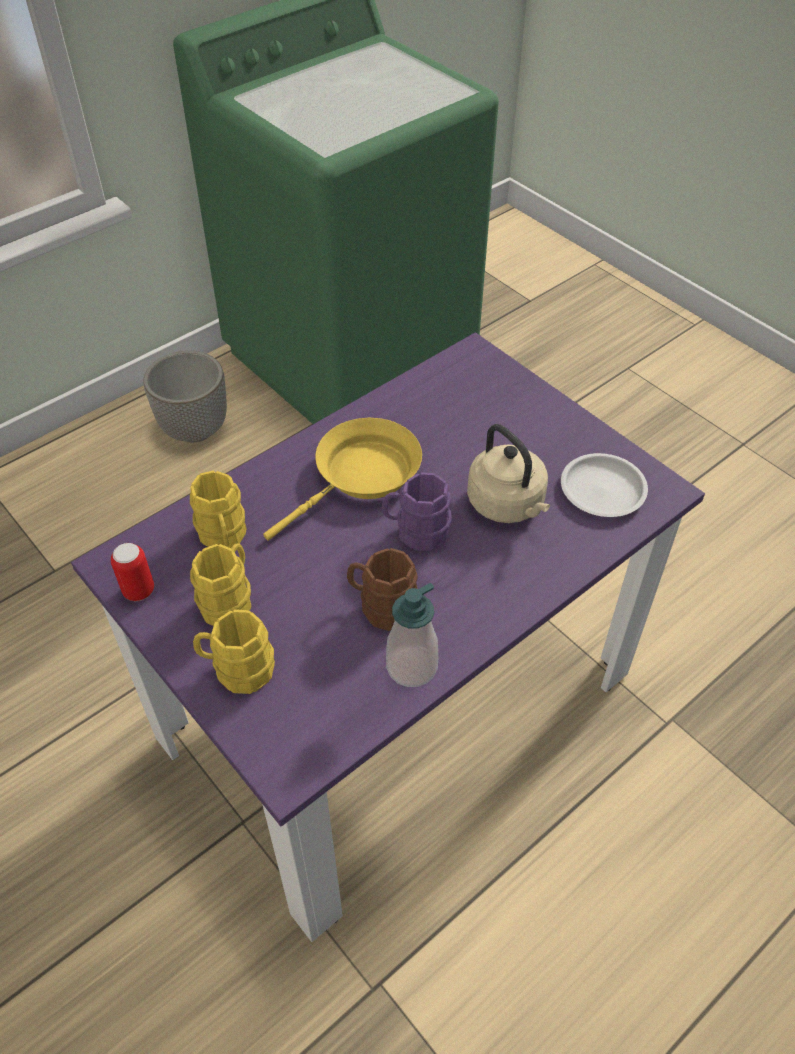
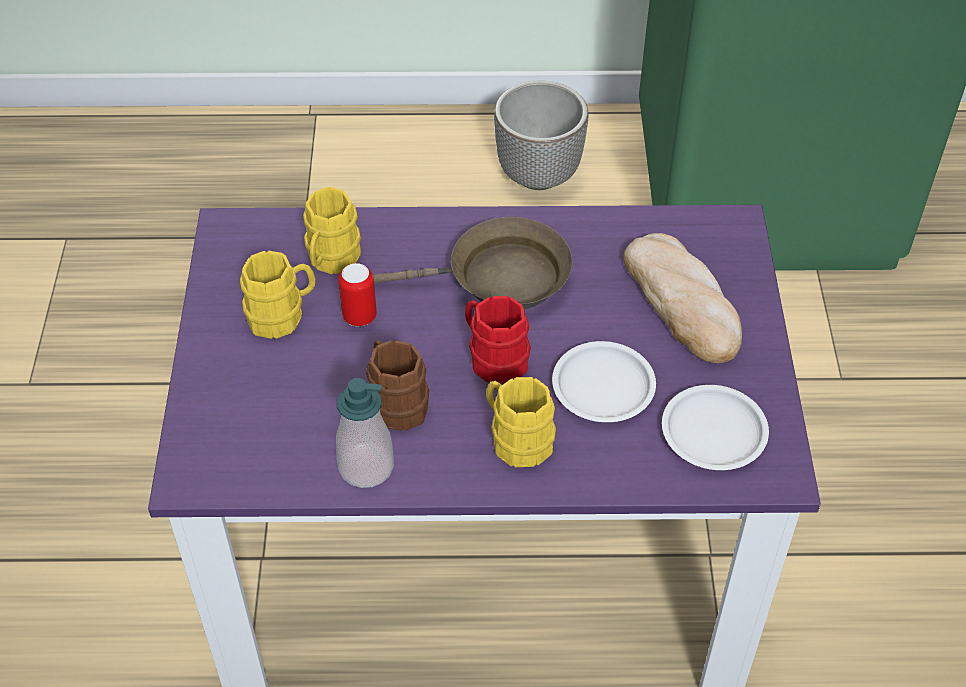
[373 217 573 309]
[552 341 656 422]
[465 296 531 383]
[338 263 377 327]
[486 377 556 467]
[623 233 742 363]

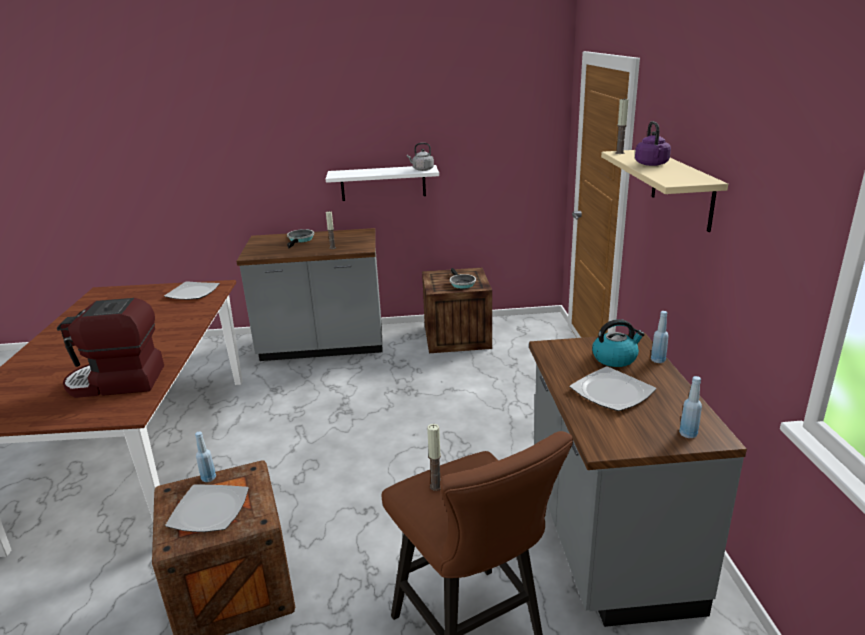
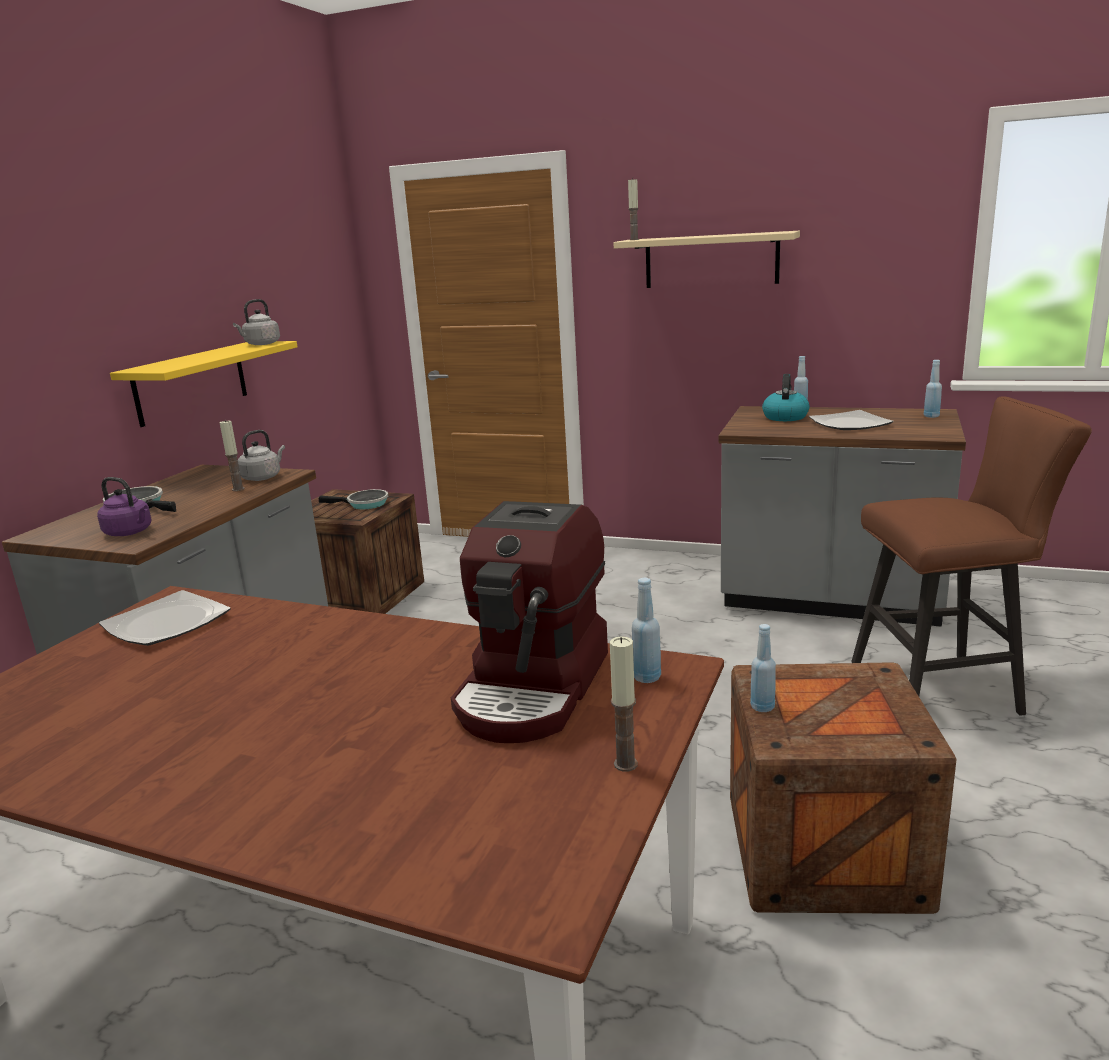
[97 477 151 536]
[110 341 297 427]
[610 636 638 772]
[165 484 249 532] (first image)
[238 430 285 481]
[632 578 661 683]

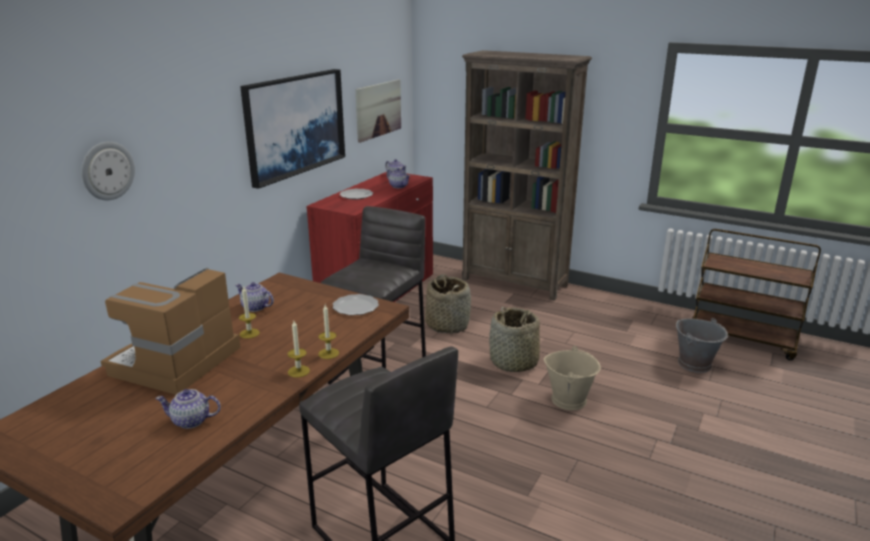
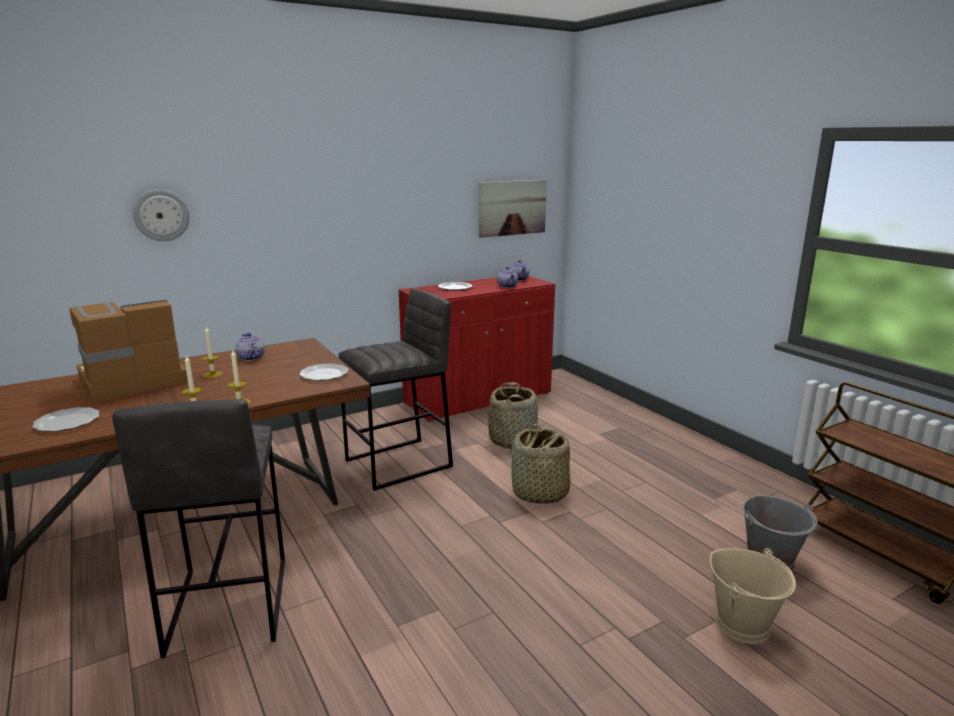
[462 50 592 300] (first image)
[240 69 345 189] (first image)
[710 548 796 644]
[32 407 100 432]

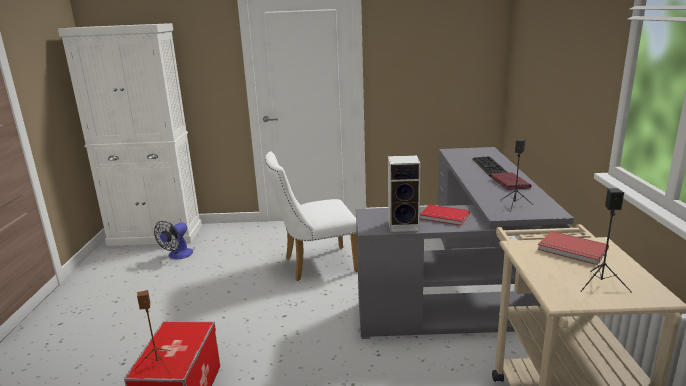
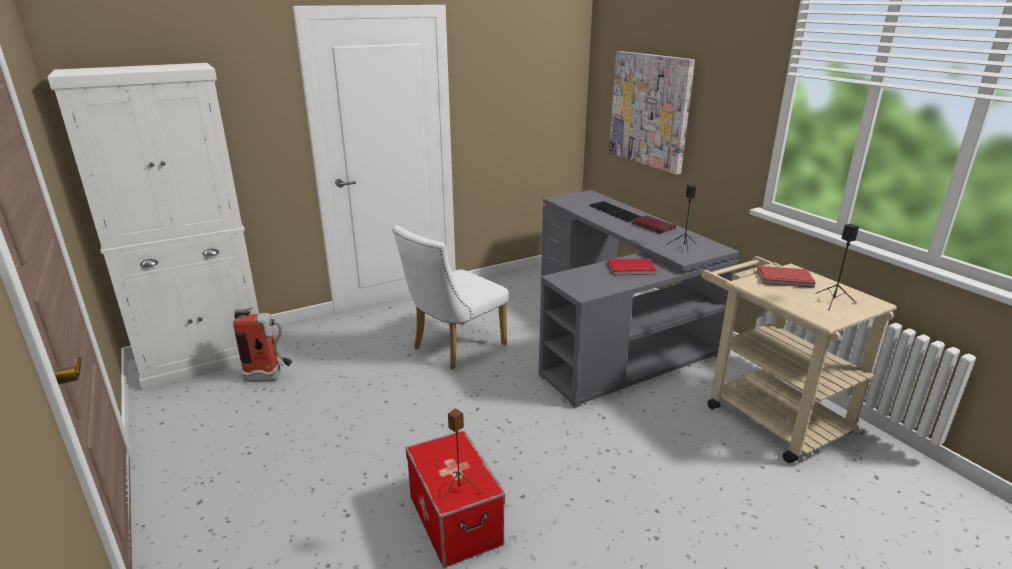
[388 155 420 232] (first image)
[233 307 293 382]
[609 51 695 175]

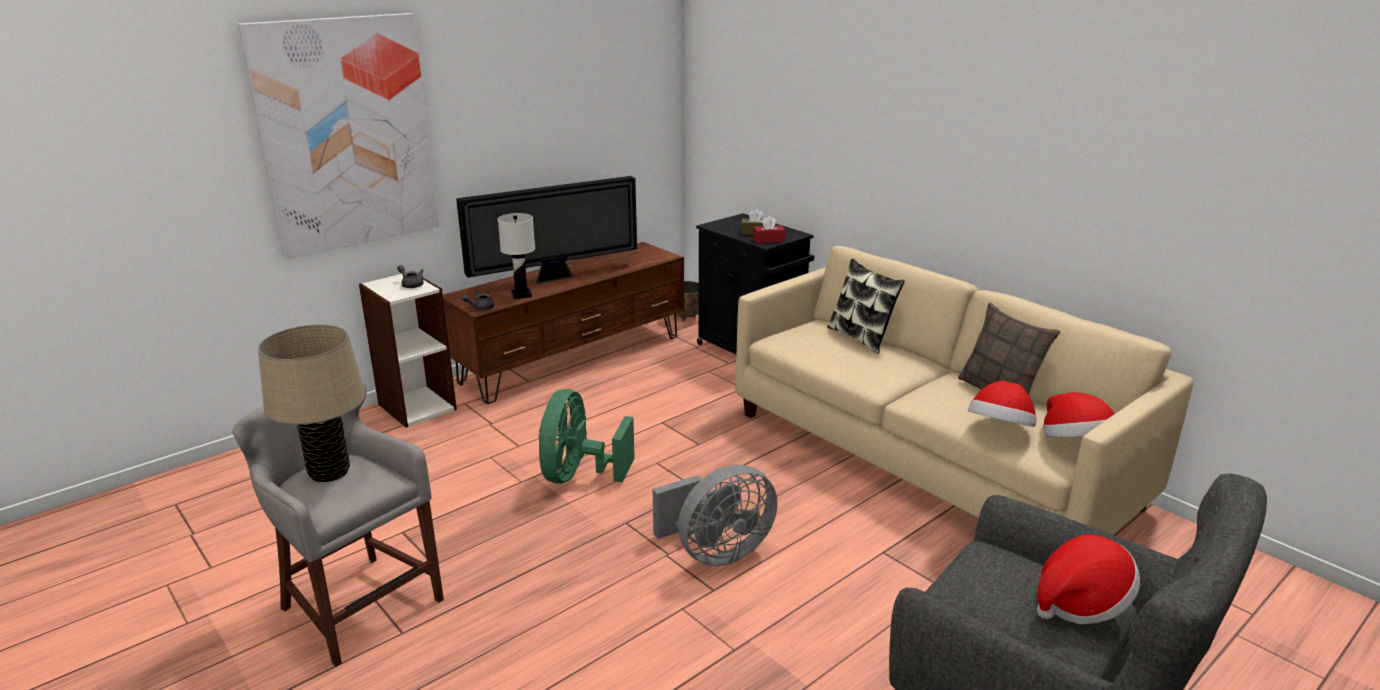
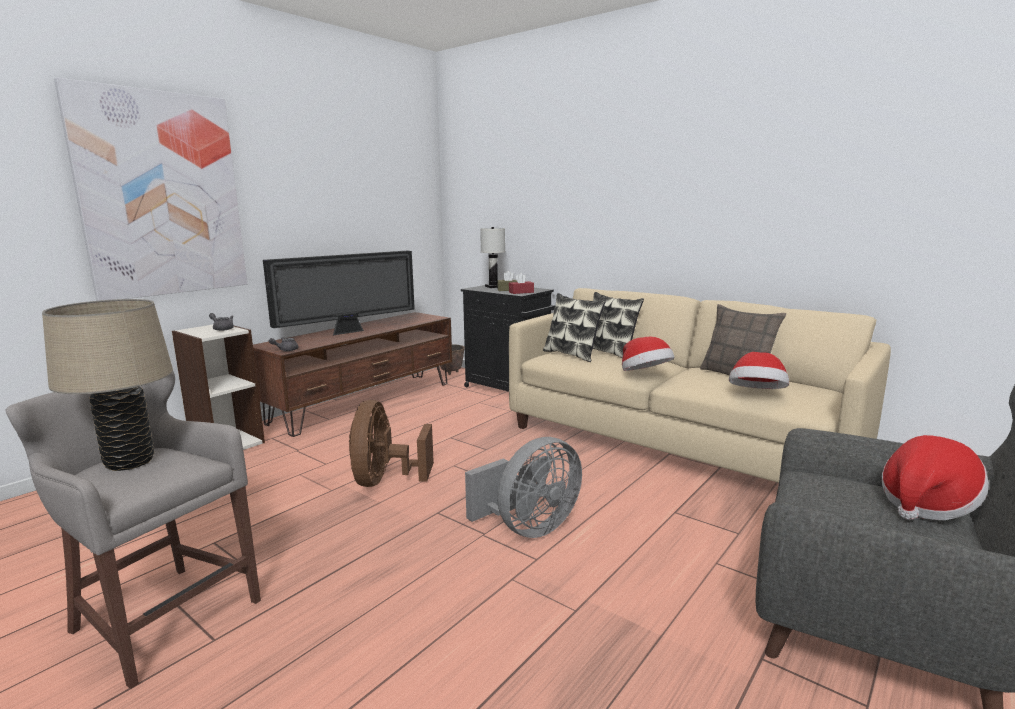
[480 227 505 288]
[349 400 434 487]
[622 337 674 371]
[543 293 606 362]

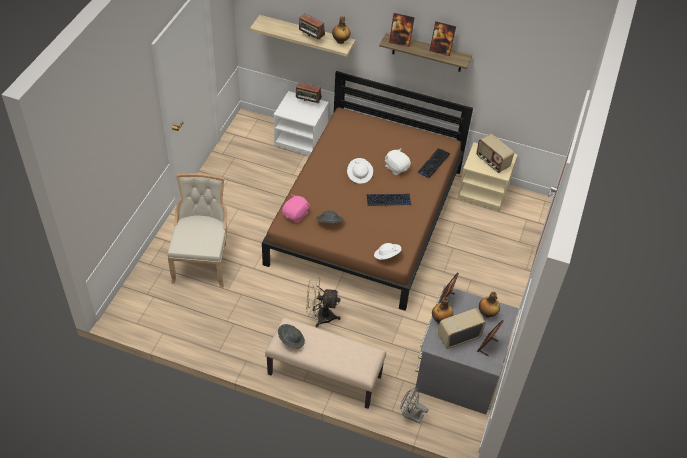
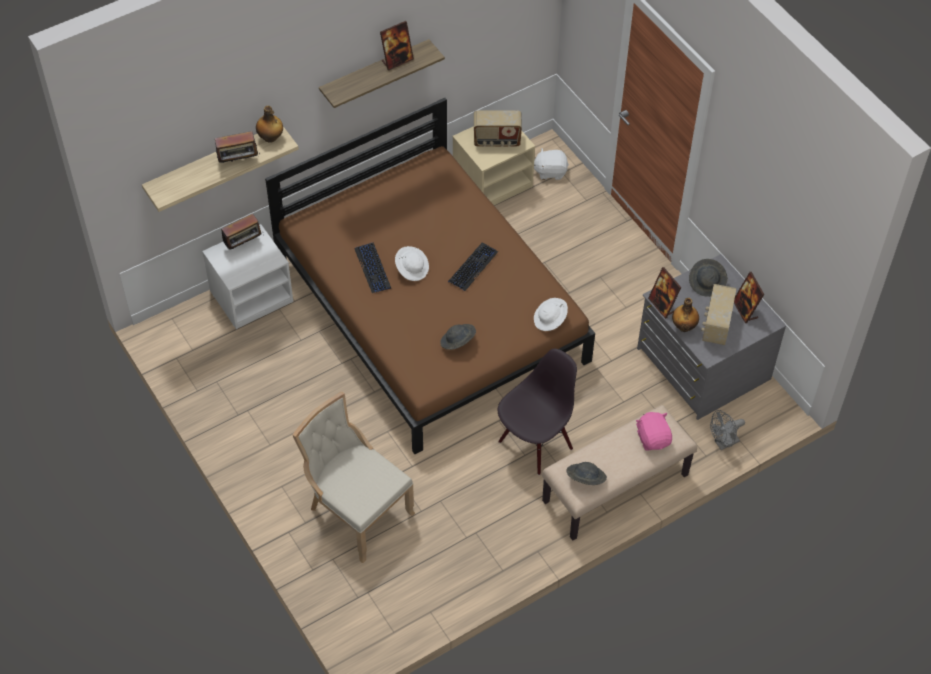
[389 13 415 47] (first image)
[354 243 391 293]
[534 148 569 180]
[636 412 672 451]
[498 349 577 475]
[689 259 728 297]

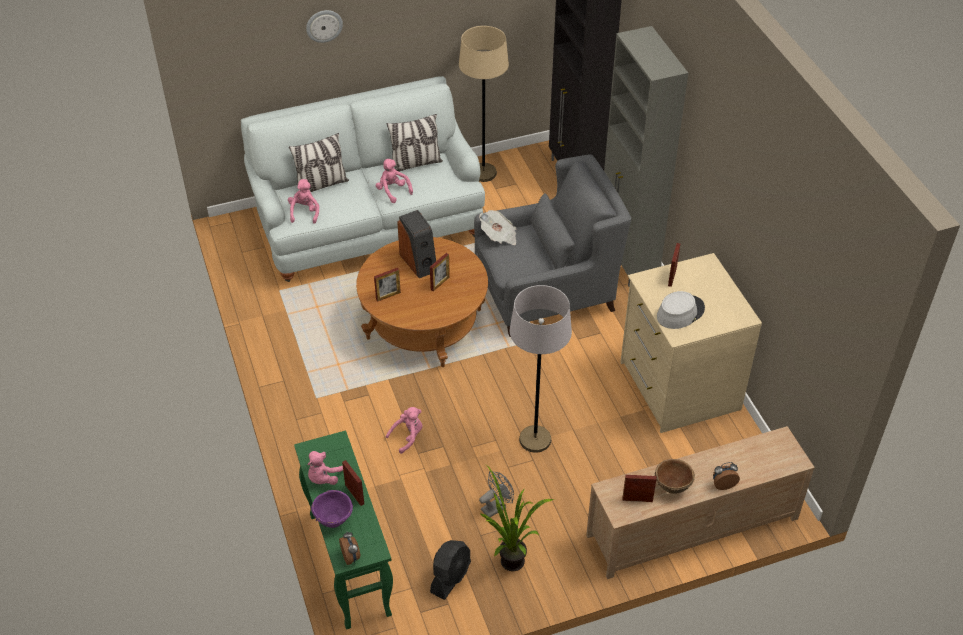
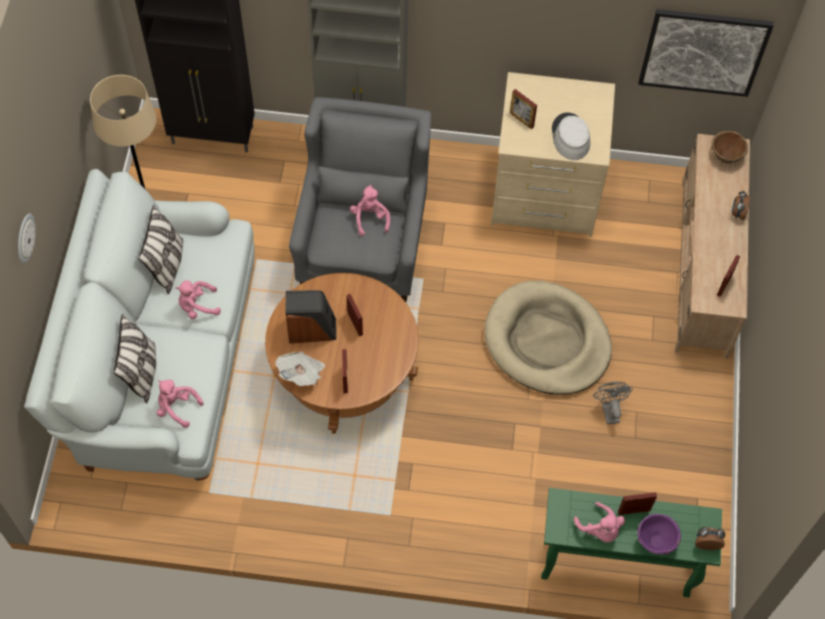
[275 351 325 386]
[485 280 612 395]
[350 185 390 236]
[711 131 748 164]
[481 465 555 571] (first image)
[430 540 471 600] (first image)
[638 9 774 97]

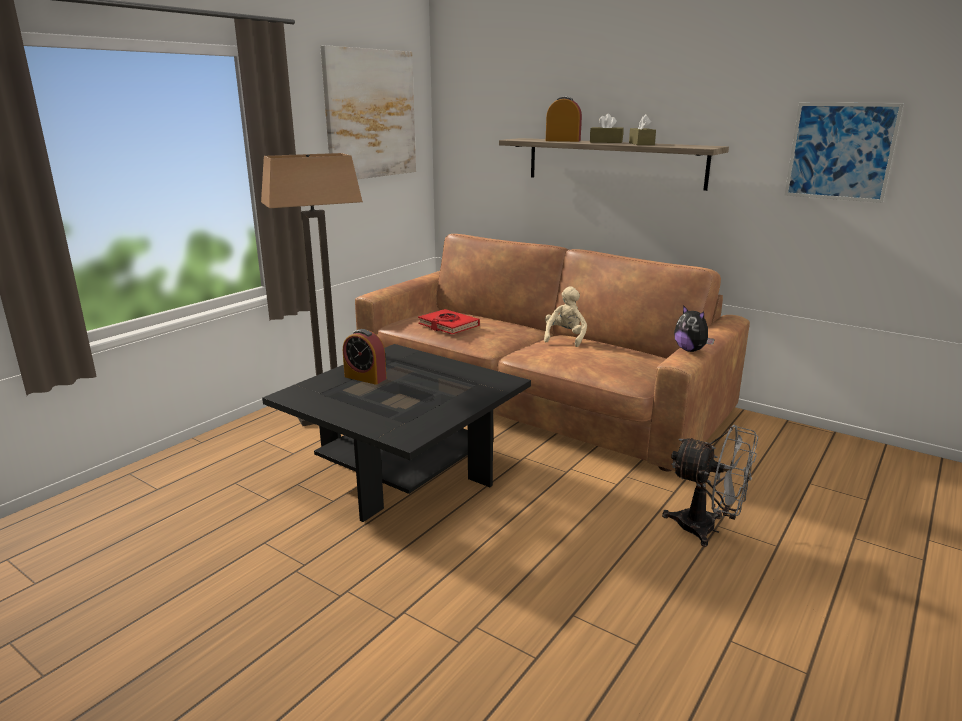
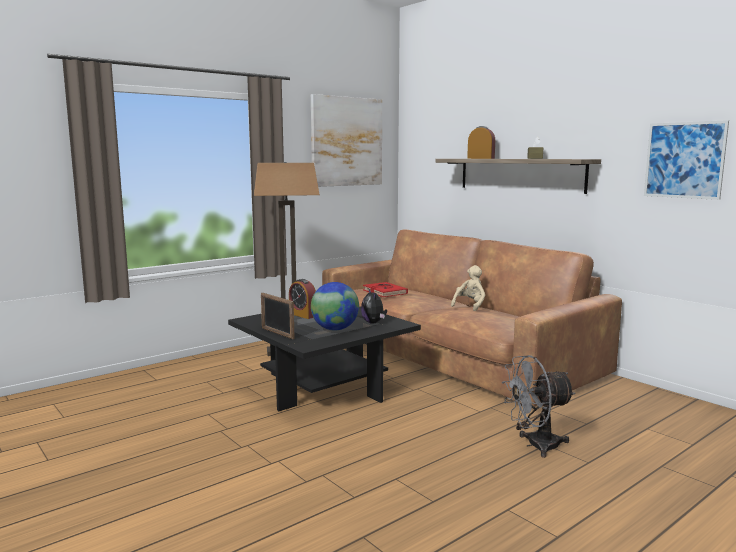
[590 114 624 143] (first image)
[361 288 387 324]
[502 355 575 458]
[311 282 359 330]
[261 293 295 339]

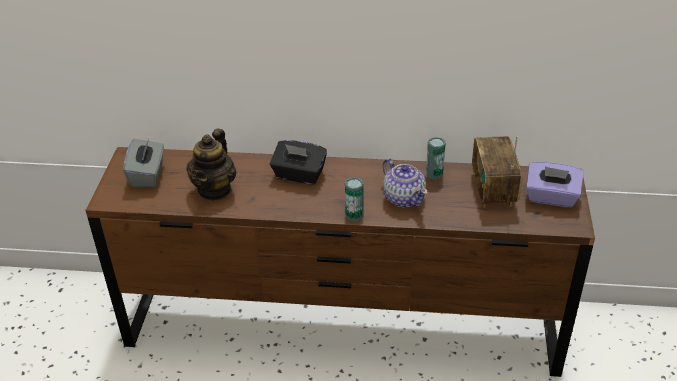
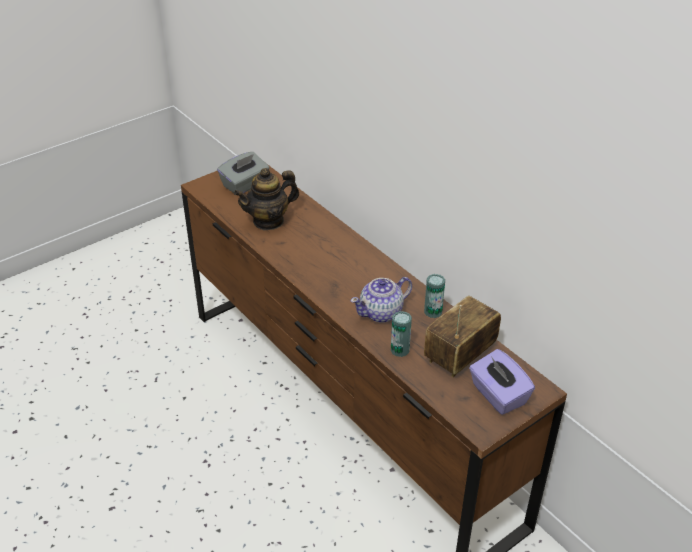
[270 140 327 184] (first image)
[351 277 412 323]
[391 311 412 357]

